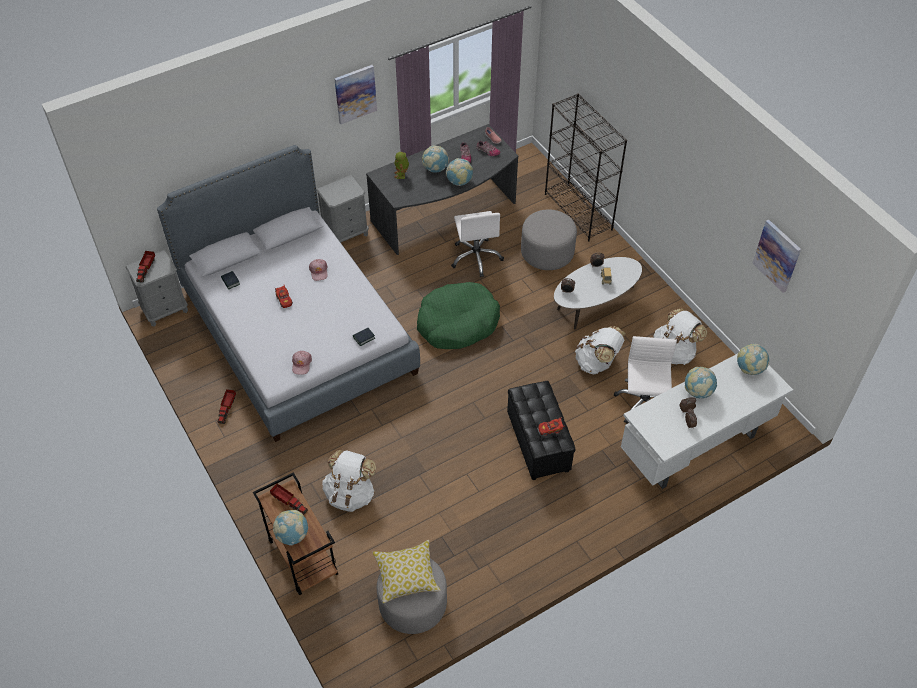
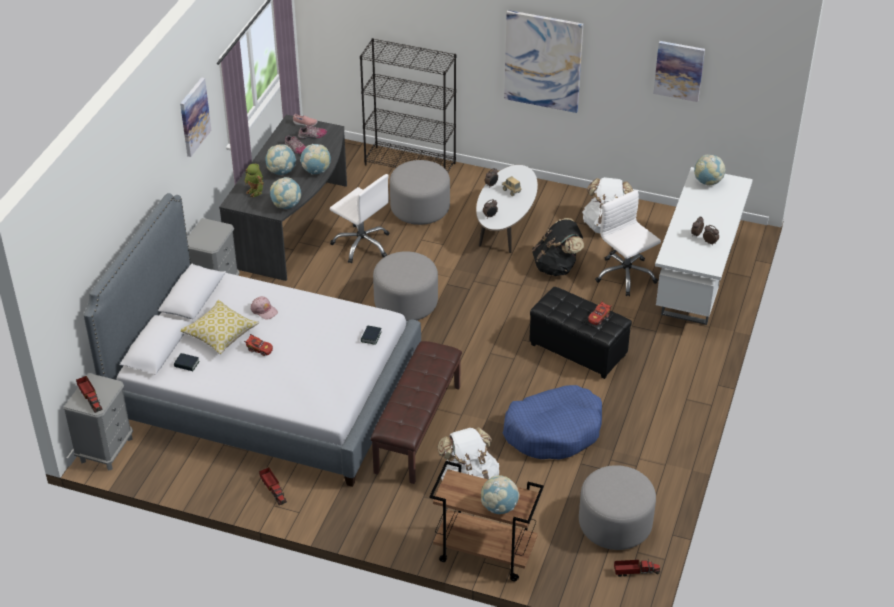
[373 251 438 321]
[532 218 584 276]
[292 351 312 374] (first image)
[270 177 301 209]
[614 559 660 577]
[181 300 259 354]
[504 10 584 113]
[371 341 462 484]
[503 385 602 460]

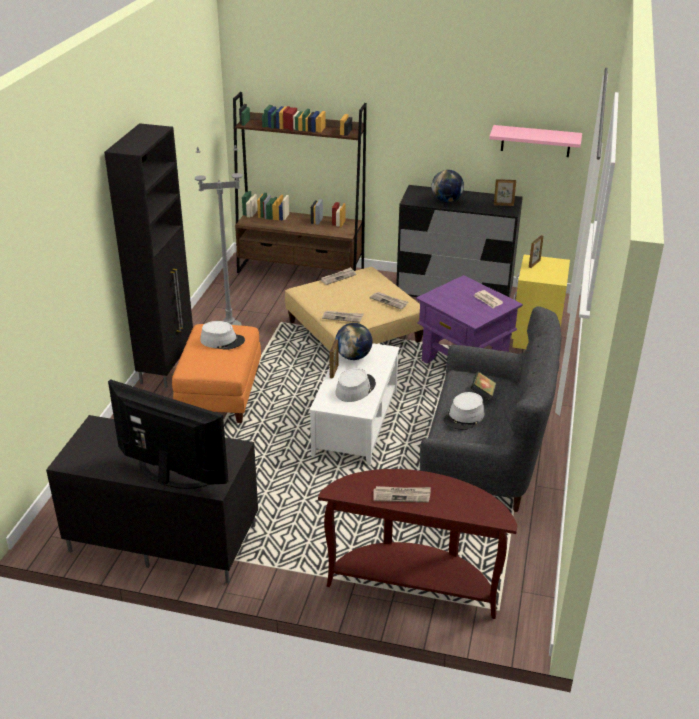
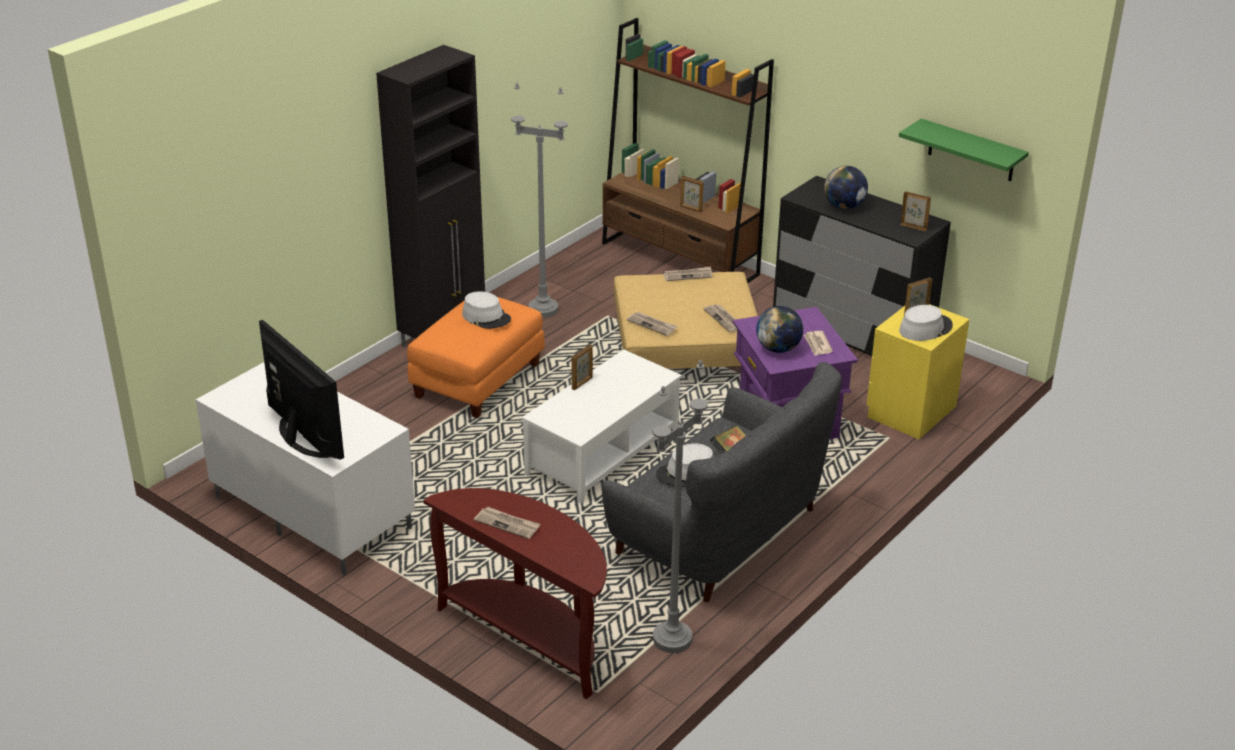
[899 119 1029 181]
[756 306 803 353]
[899 305 953 341]
[196 362 415 575]
[680 176 704 212]
[653 360 708 653]

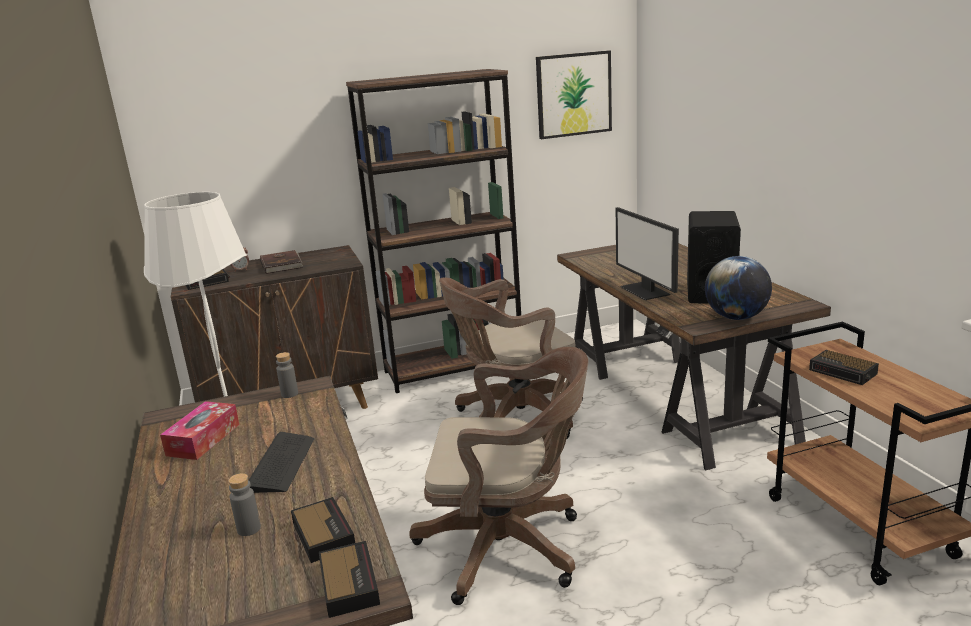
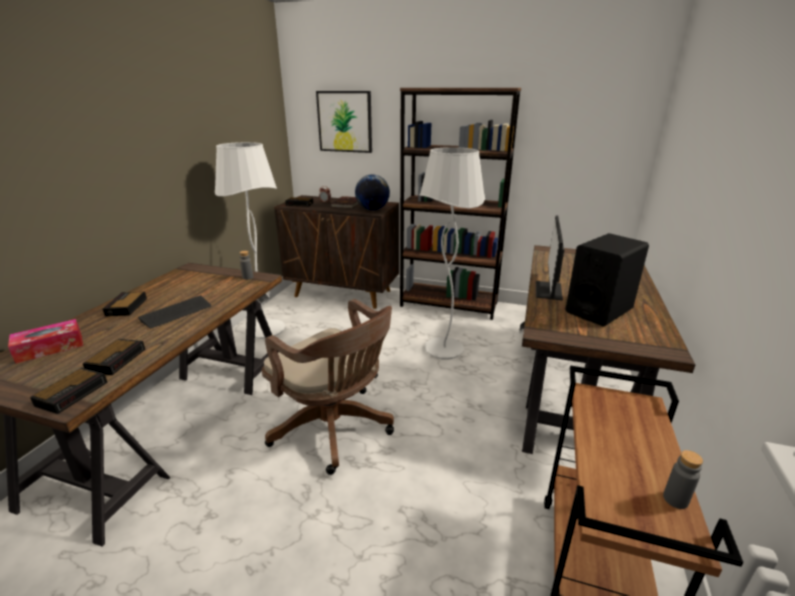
[316 91 372 153]
[355 174 390 210]
[420 147 485 360]
[103 292 147 316]
[8 319 83 364]
[663 450 703 509]

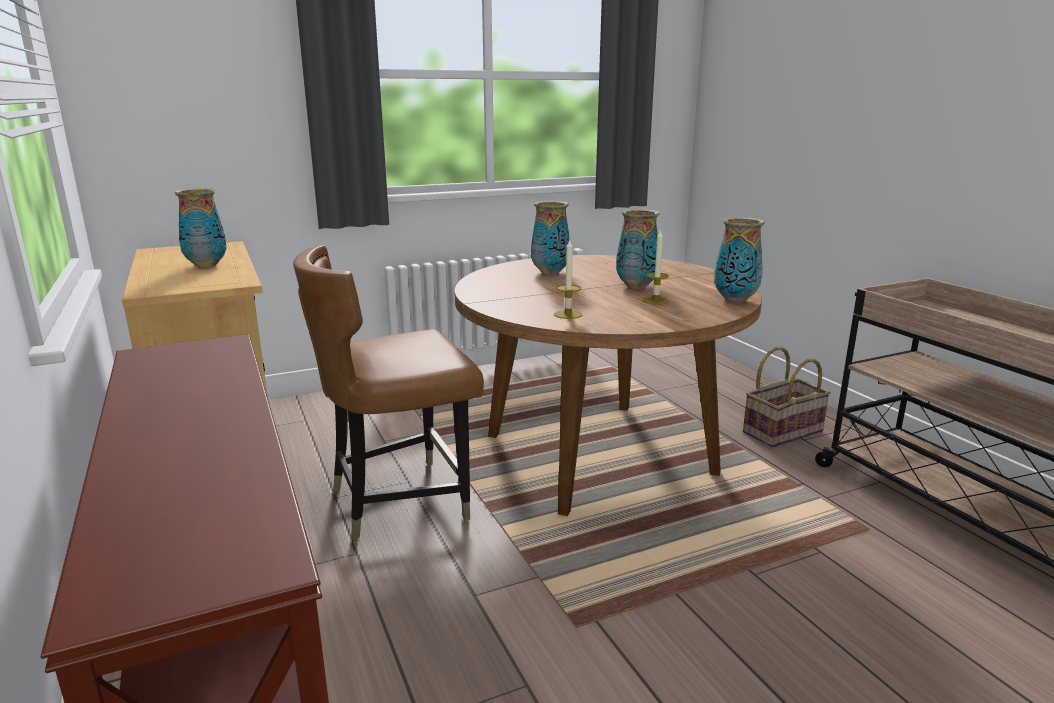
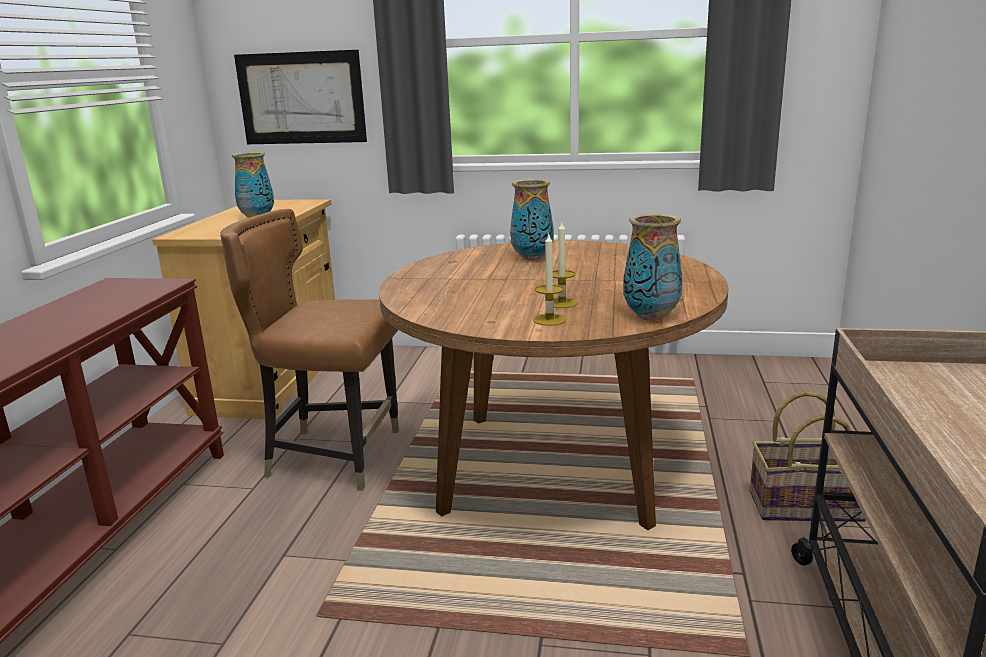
[616 209 659 289] (first image)
[533 234 566 326]
[234 50 367 144]

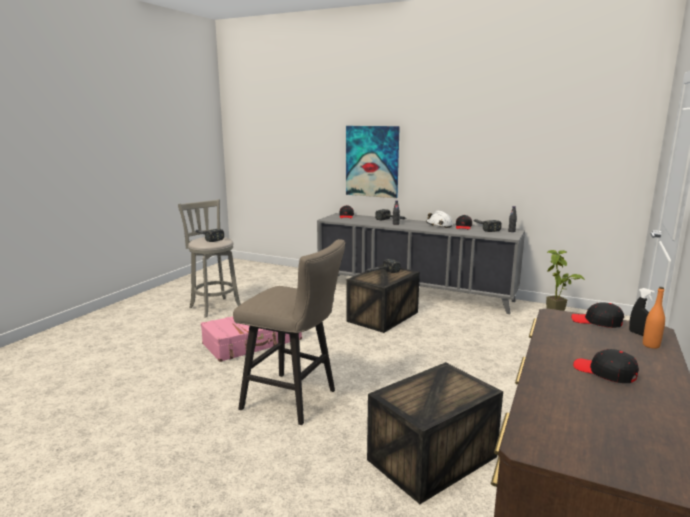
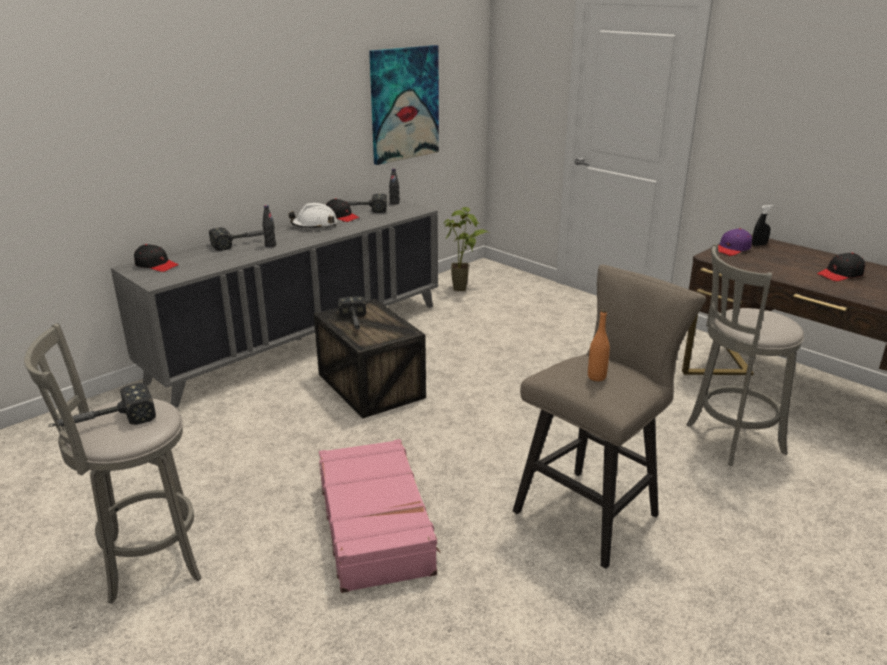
[369 45 439 165]
[588 309 610 381]
[718 228 752 256]
[686 244 804 466]

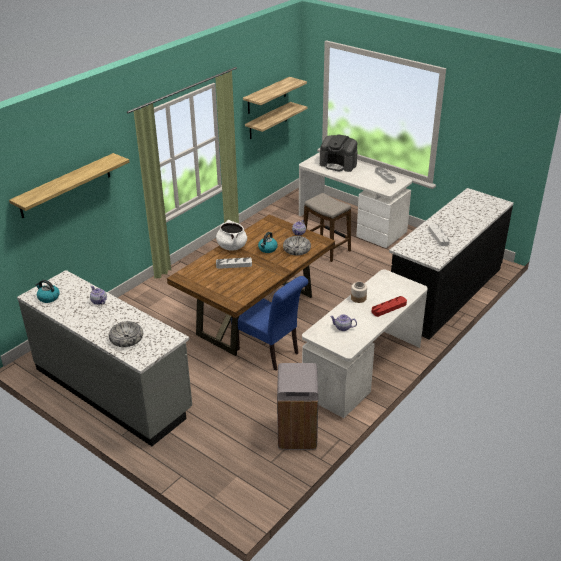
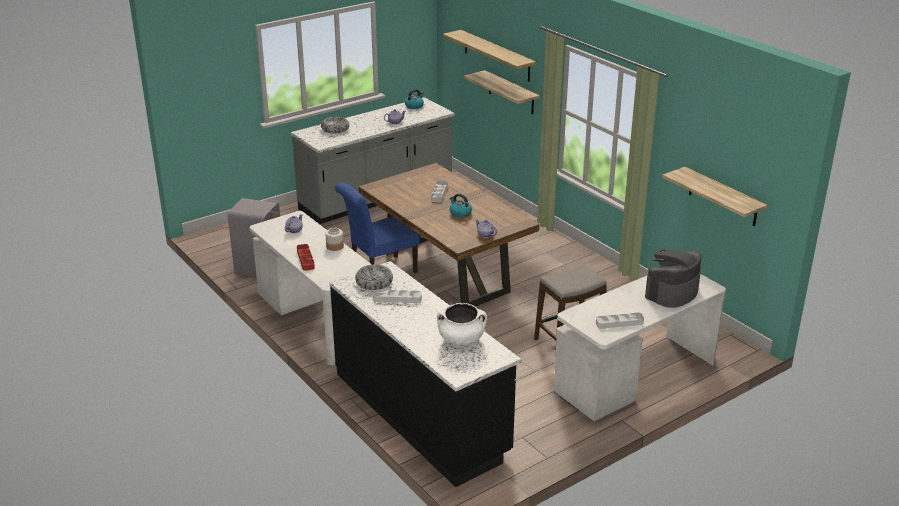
[464 70 540 115]
[437 303 487 345]
[355 265 393 290]

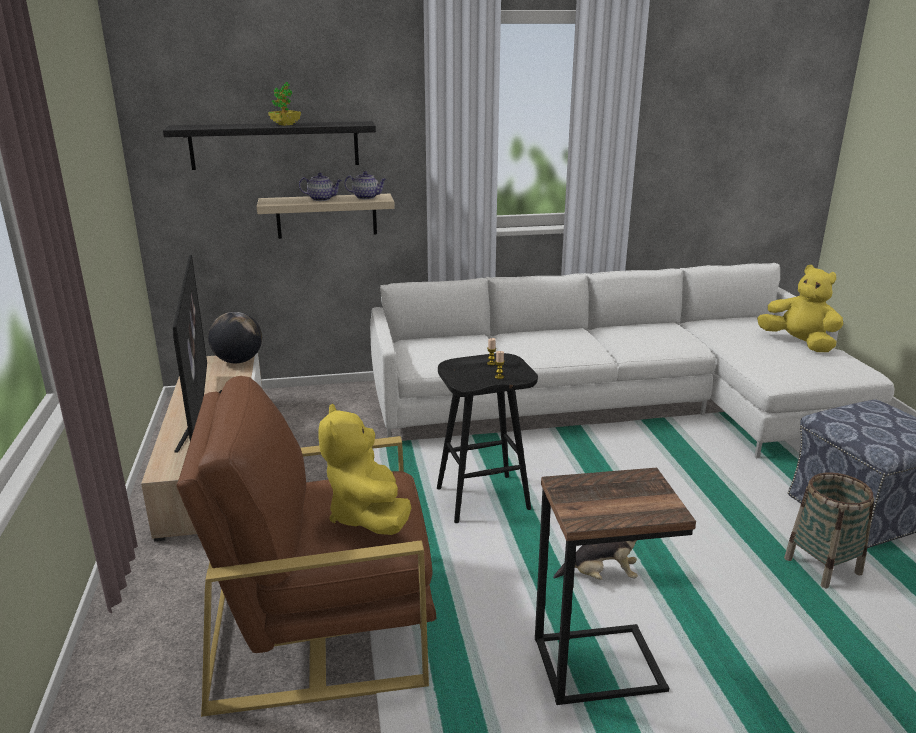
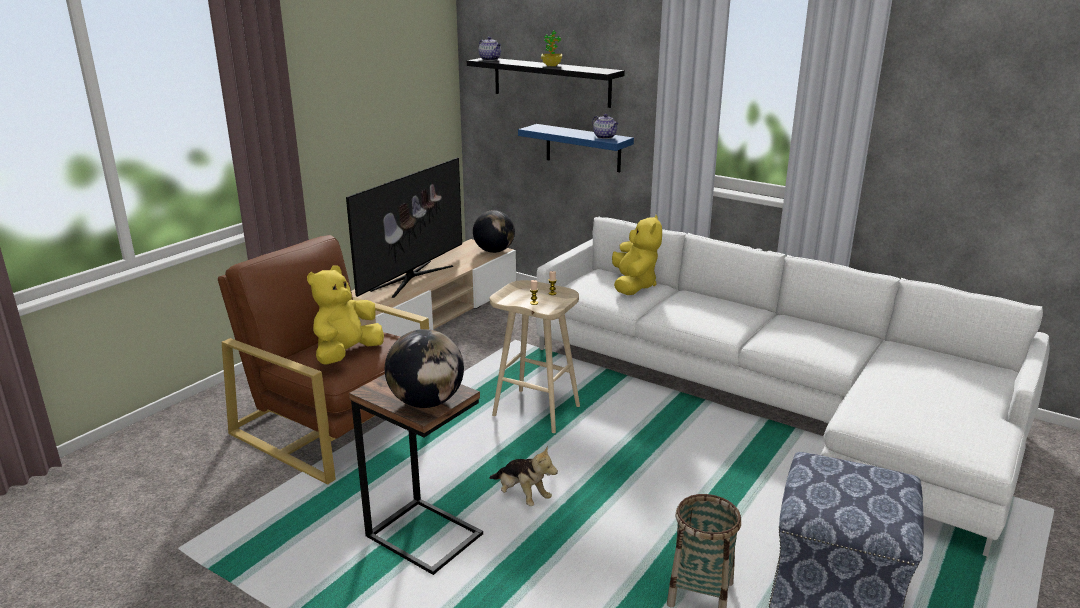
[479 37 501 61]
[518 124 634 172]
[612 215 662 295]
[490 280 580 433]
[385 329 464 408]

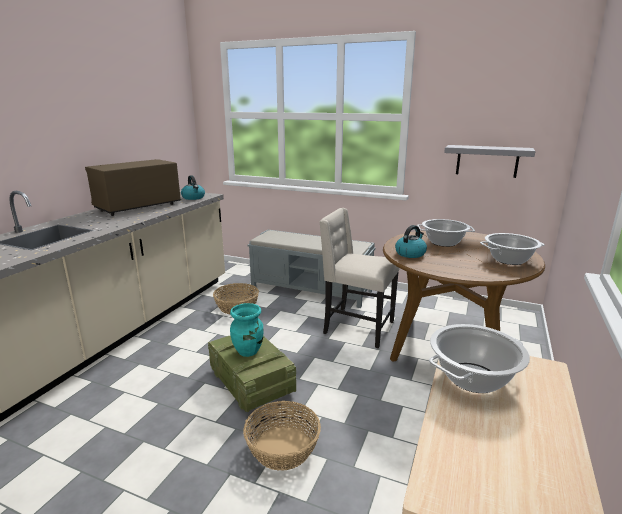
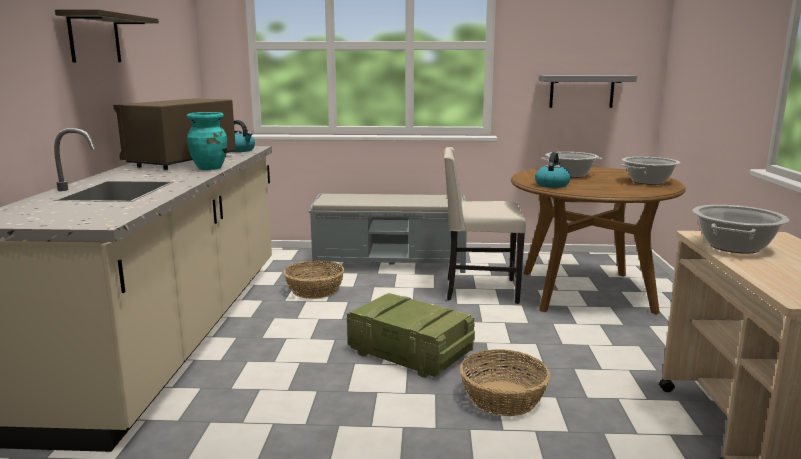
[187 112 227 170]
[55 9 159 62]

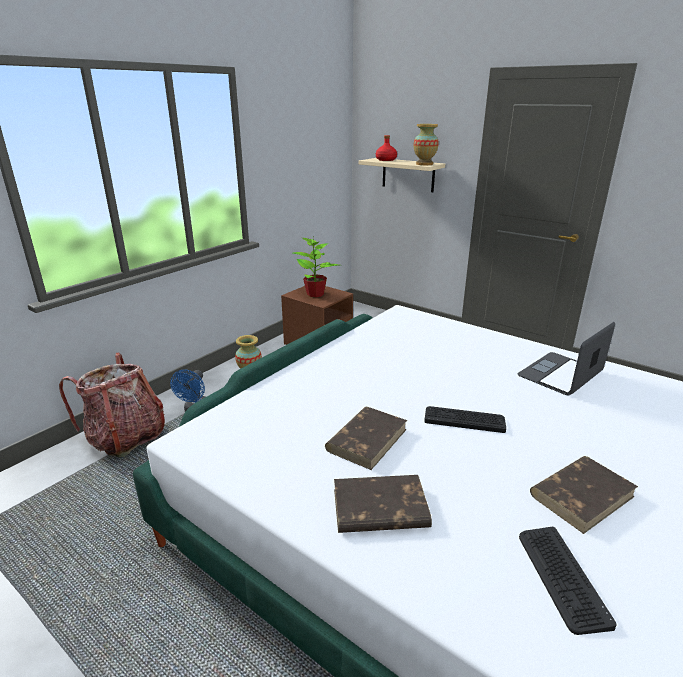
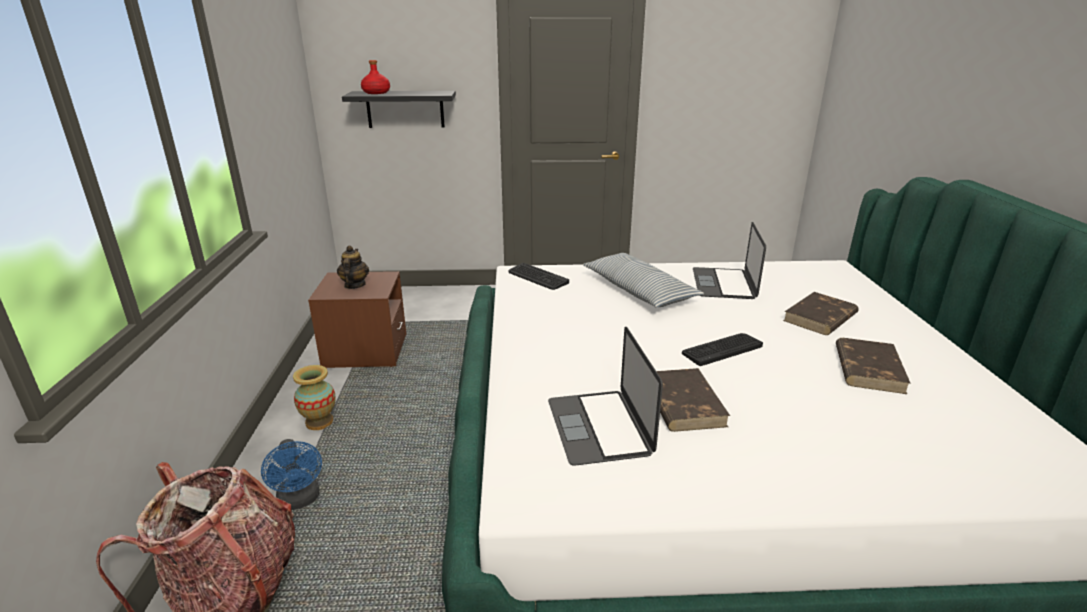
[414 124 439 165] (first image)
[342 91 456 128]
[337 245 369 289]
[783 292 859 335]
[508 263 569 290]
[583 253 704 308]
[548 327 663 466]

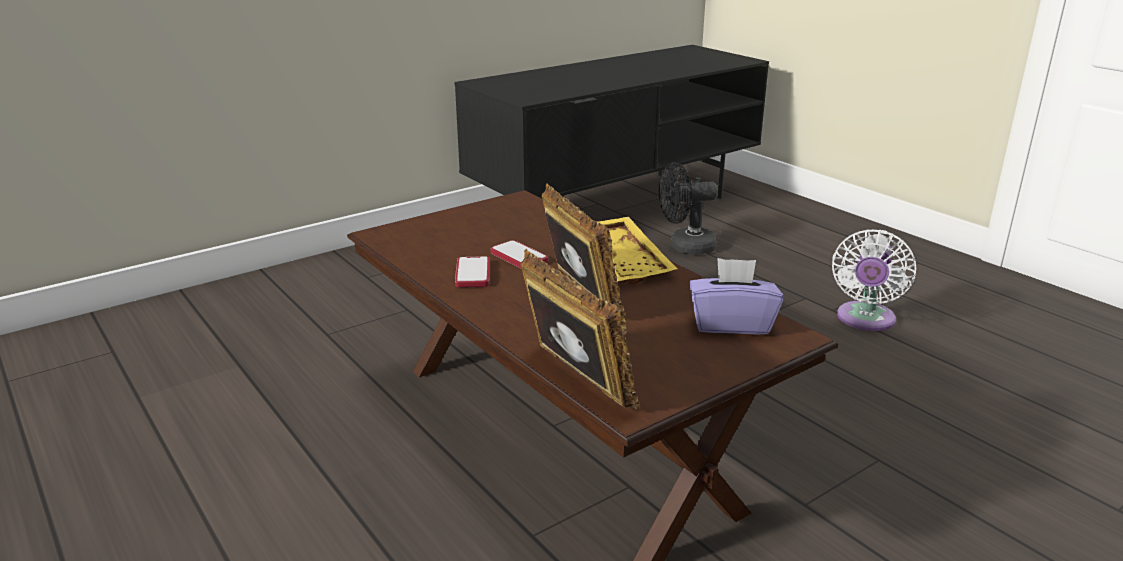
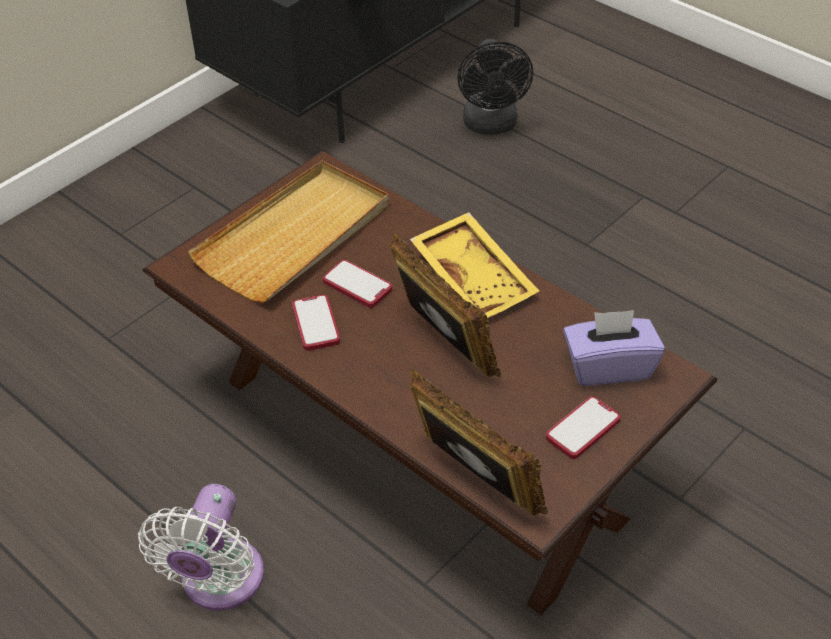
[457 39 533 135]
[138 484 264 610]
[188 161 389 303]
[546 396 620 459]

